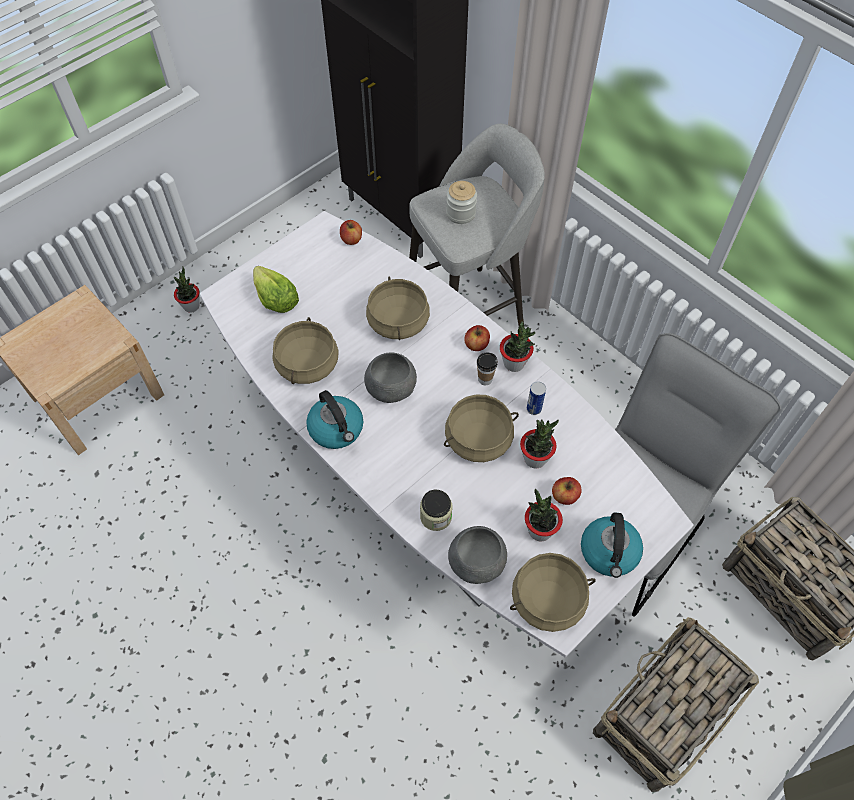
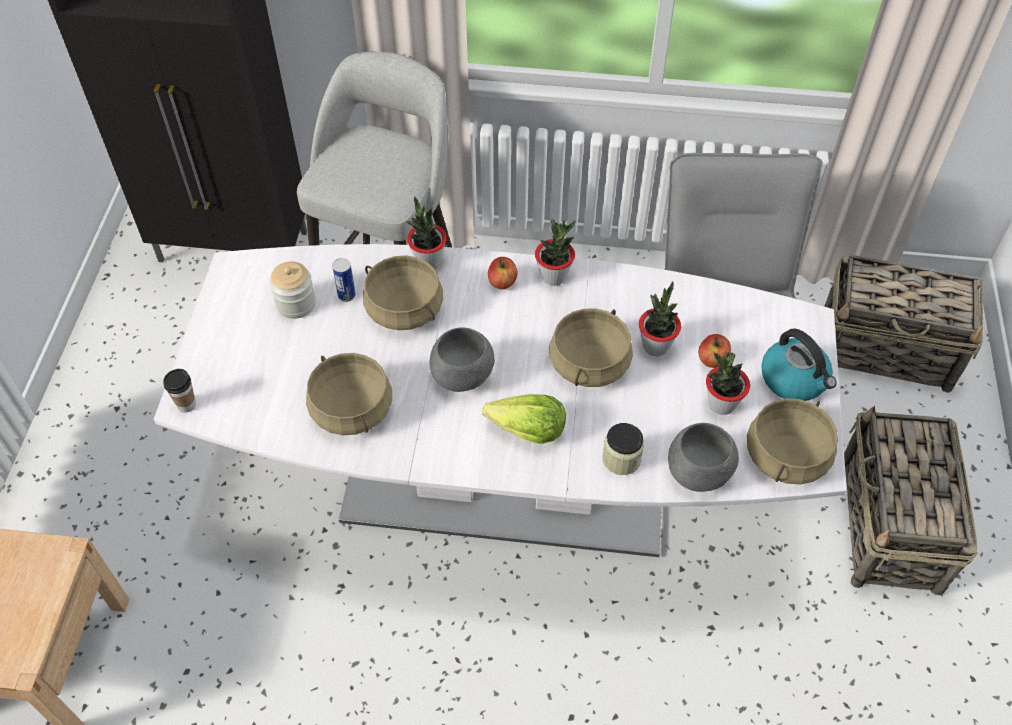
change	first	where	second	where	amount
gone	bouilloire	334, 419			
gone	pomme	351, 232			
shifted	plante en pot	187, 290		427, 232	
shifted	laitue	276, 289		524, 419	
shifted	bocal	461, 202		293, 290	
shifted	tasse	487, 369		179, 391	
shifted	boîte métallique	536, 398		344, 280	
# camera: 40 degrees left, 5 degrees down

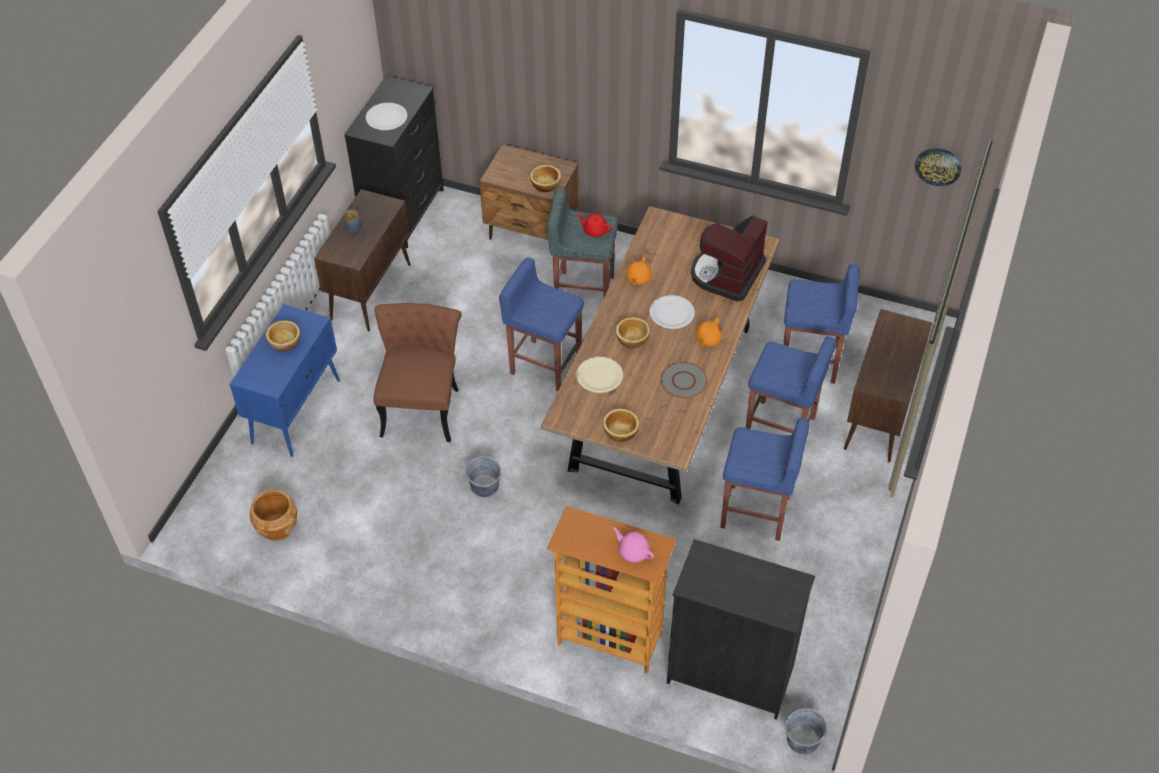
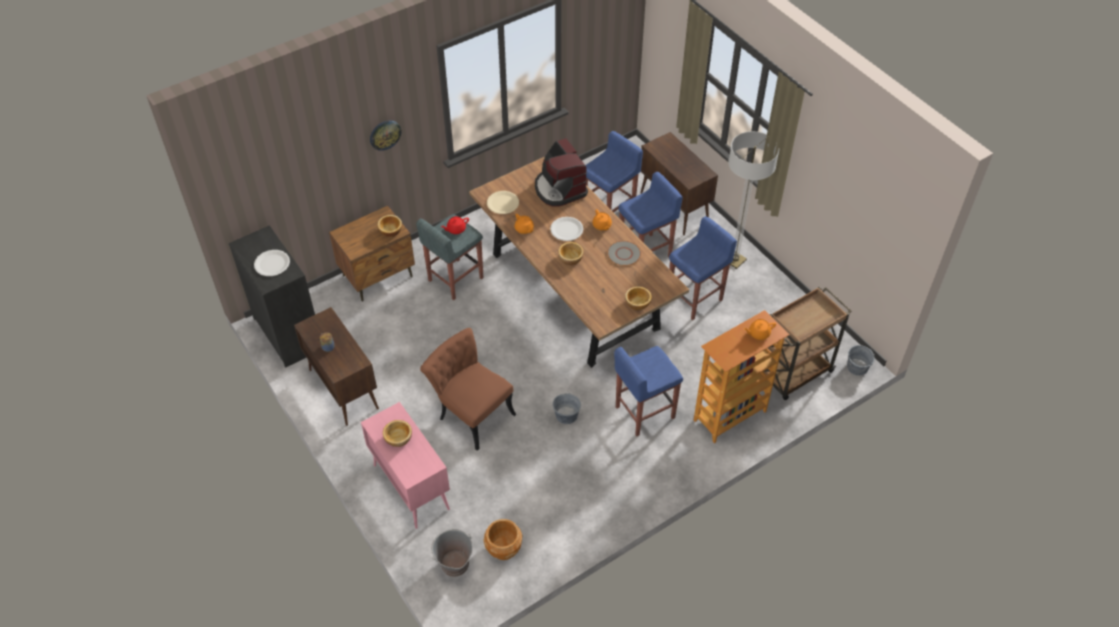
change	first	where	second	where	amount
new			seau/gris	452, 553	
new			lampadaire	753, 200	
shifted	tabouret/bleu	541, 324		648, 391	
shifted	assiette/beige	600, 375		503, 202	
shifted	horloge murale	938, 167		385, 135	
swapped	commode/noir	741, 629	chariot/marron	807, 343	
repainted	meuble de rangement/bleu	285, 380	meuble de rangement/rose	405, 465	
repainted	théière/rose	633, 544	théière/orange	760, 329	
# camera: 55 degrees left, 0 degrees up

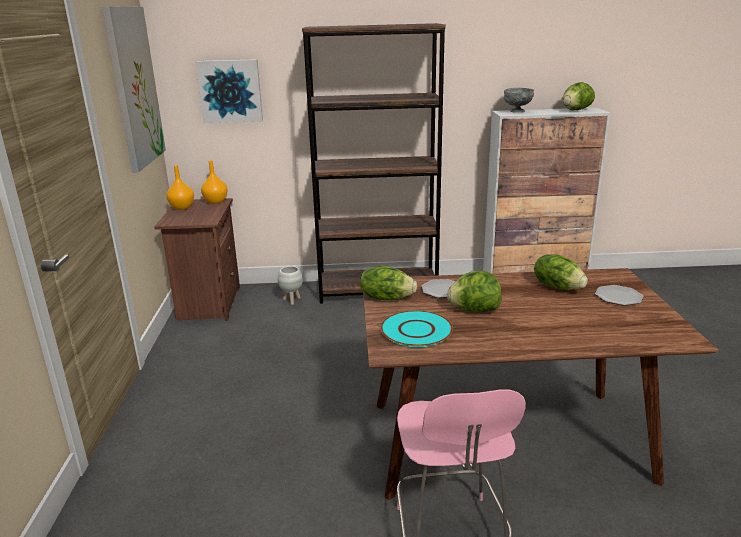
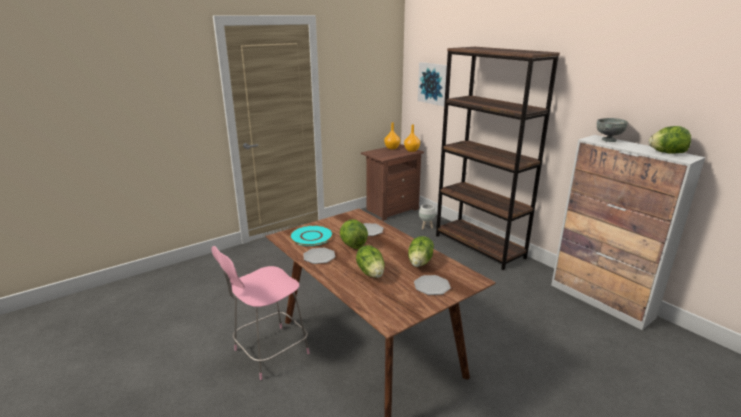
change	first	where	second	where	amount
gone	tableau	134, 89			
new			assiette	319, 256	
shifted	laitue	388, 283		370, 261	
# camera: 55 degrees right, 0 degrees up

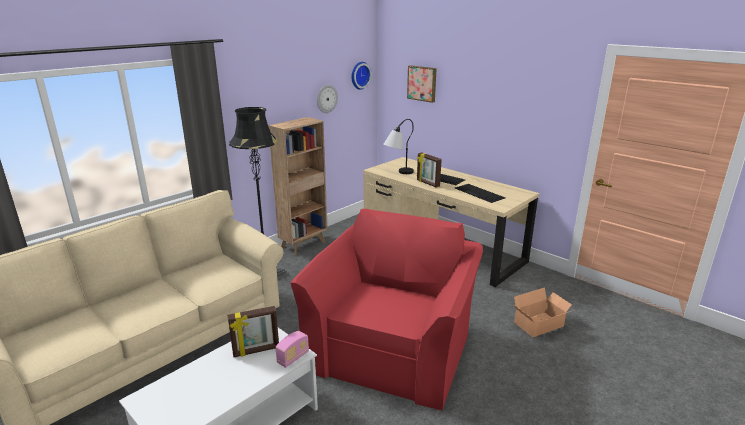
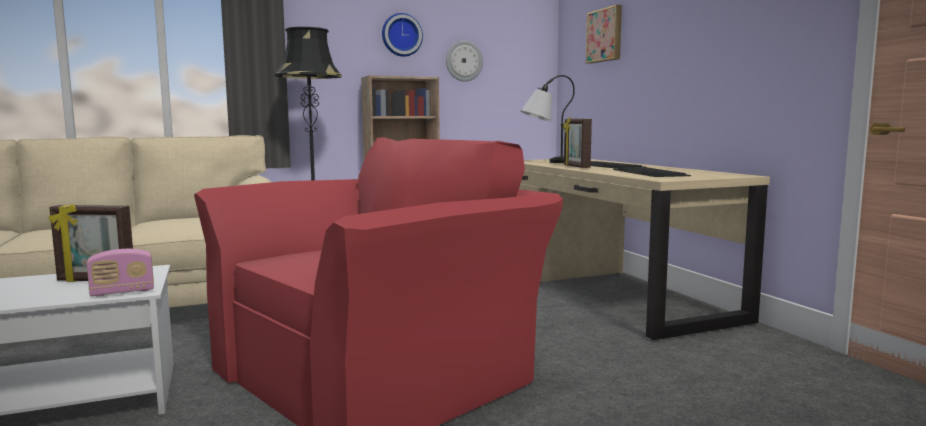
change	first	where	second	where	amount
gone	carton	543, 312			
shifted	horloge murale	361, 76		402, 35	
# camera: 25 degrees right, 15 degrees down

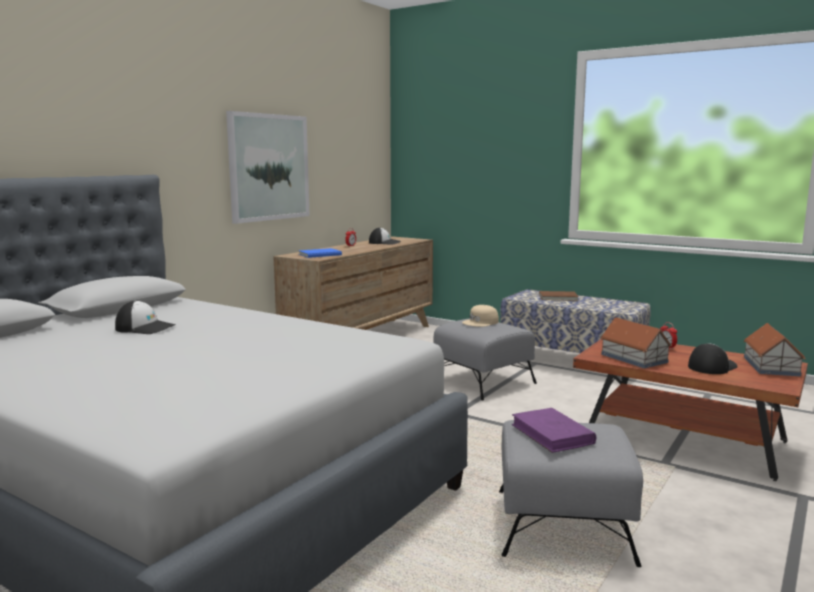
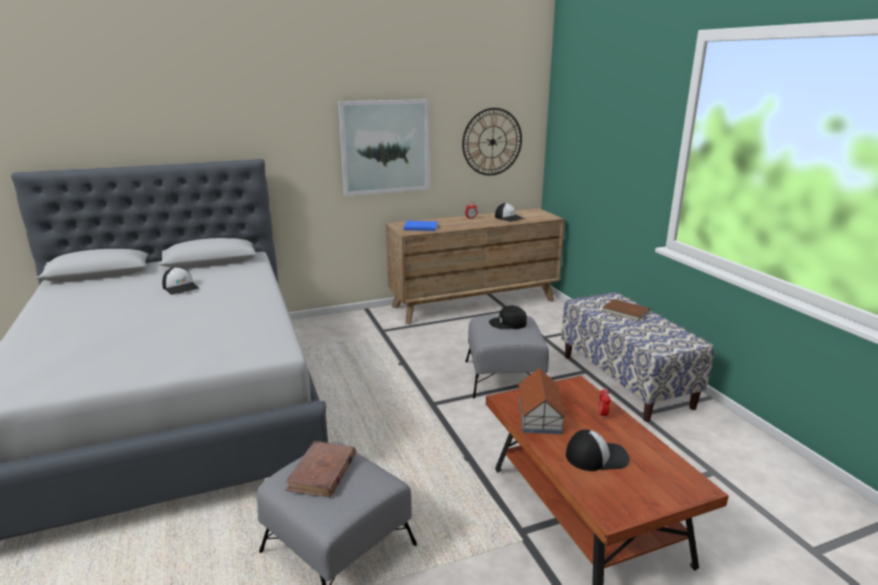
change	first	where	second	where	amount
gone	maison miniature	774, 350			
new			horloge murale	492, 142	
repainted	casquette/beige	480, 316	casquette/noir	508, 317	
repainted	livre/violet	554, 430	livre/marron	320, 469	
# camera: 35 degrees right, 10 degrees up

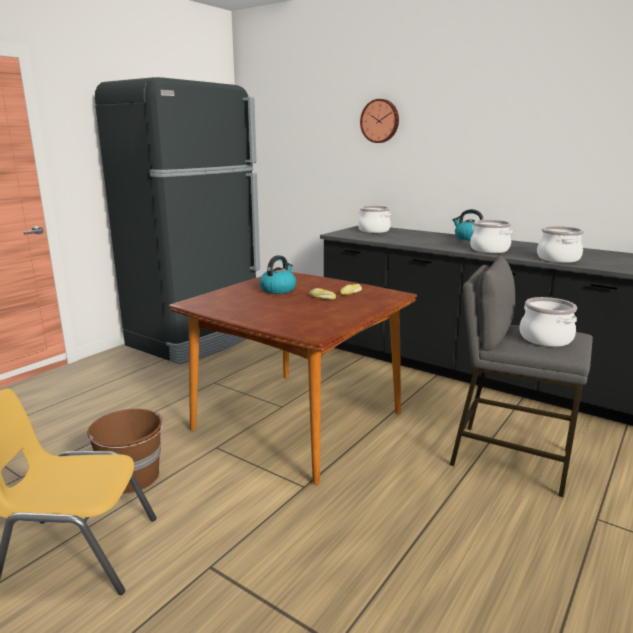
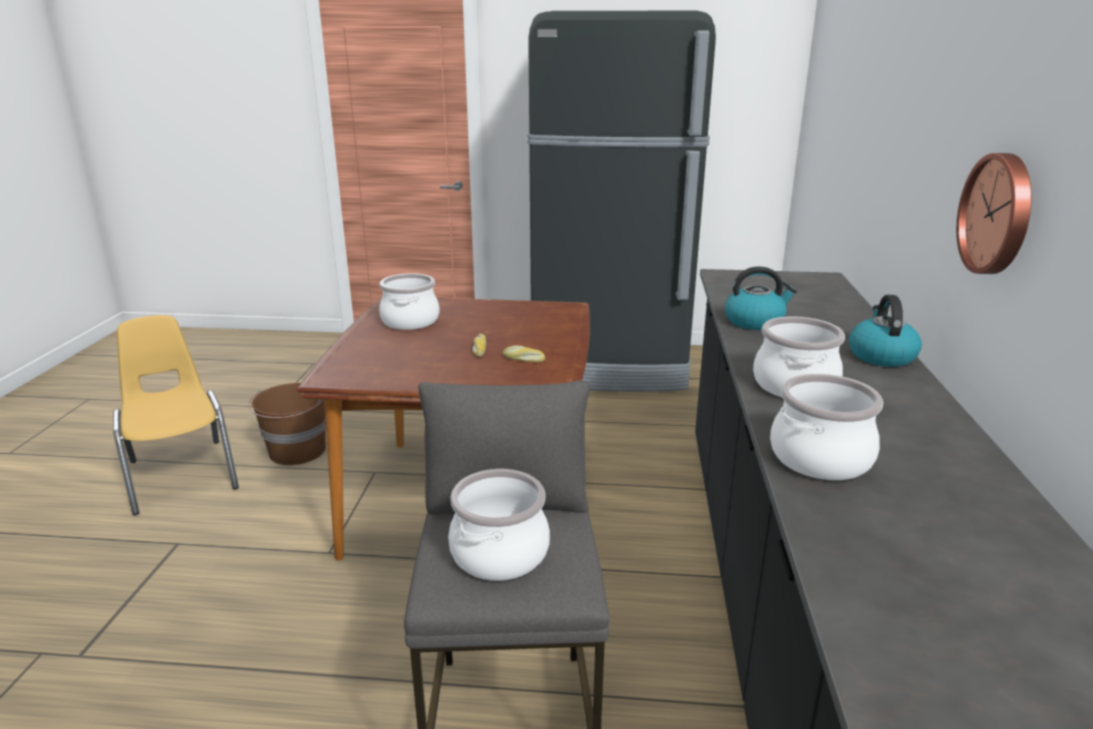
change	first	where	second	where	amount
shifted	bouilloire	278, 274		761, 298	
shifted	marmite	374, 219		409, 301	
shifted	horloge murale	379, 121		993, 213	
# camera: 60 degrees right, 5 degrees up

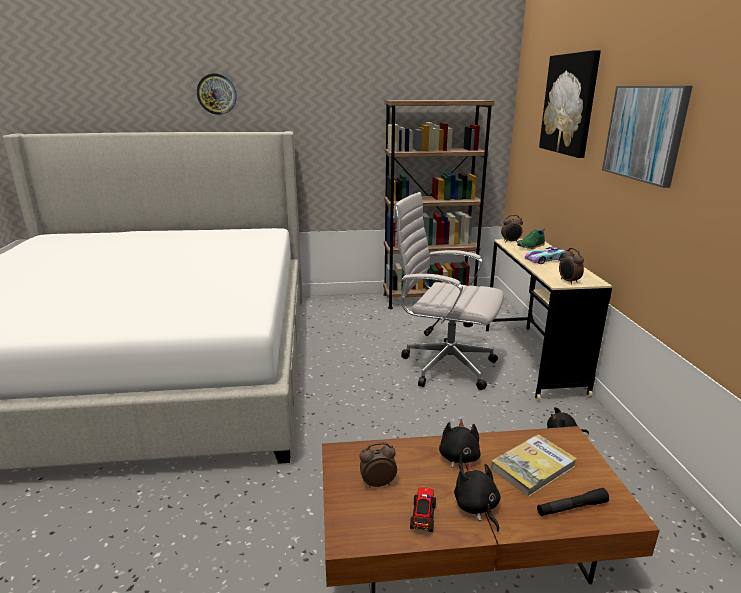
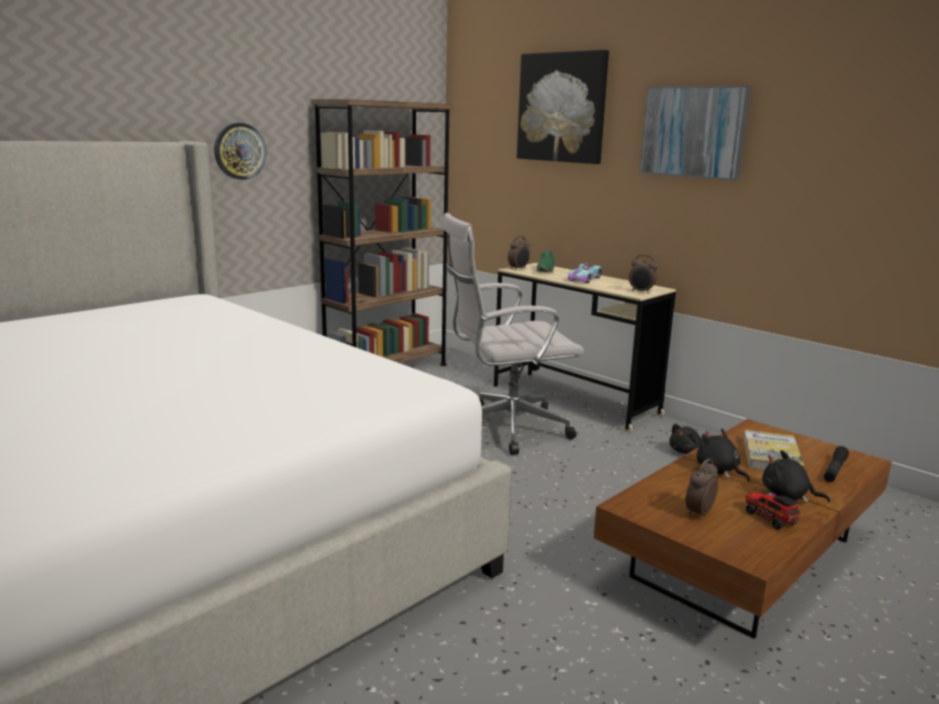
change	first	where	second	where	amount
shifted	horloge murale	217, 94		240, 151	
# camera: 40 degrees left, 5 degrees down

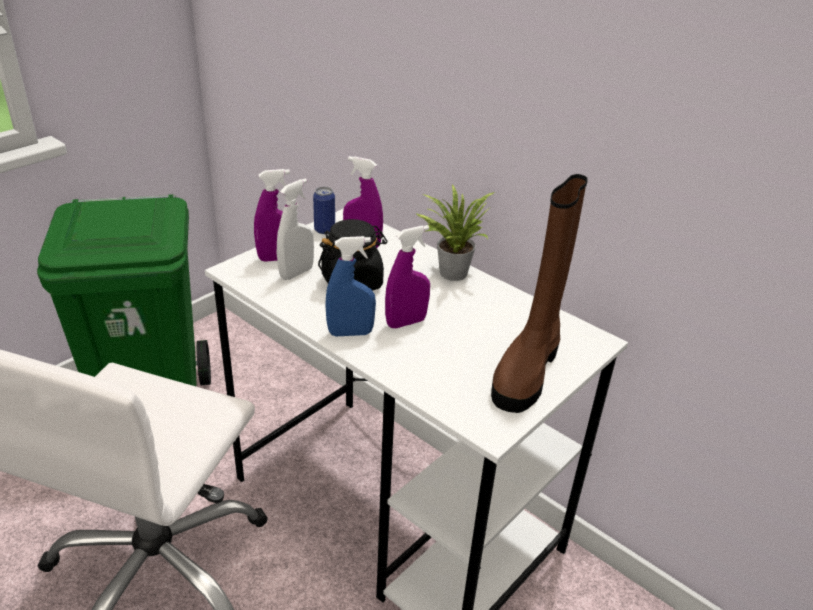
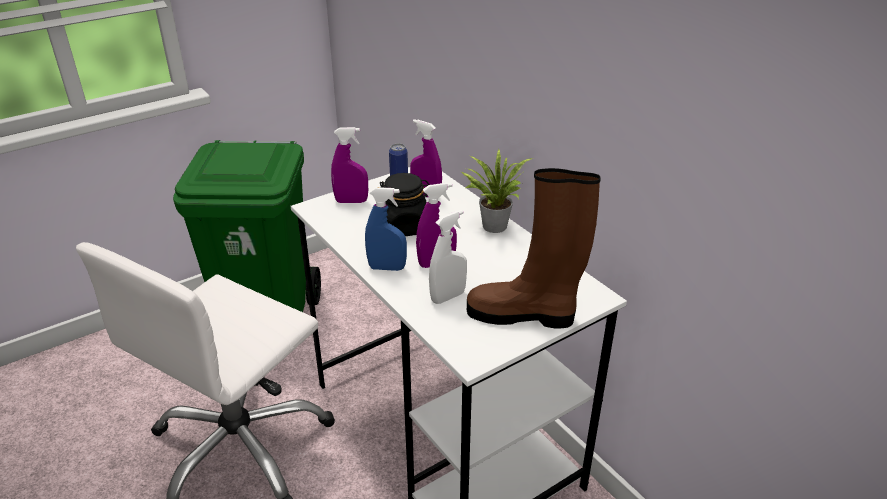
change	first	where	second	where	amount
shifted	vaporisateur/blanc	295, 229		448, 257	
rotated	botte/marron	539, 293		533, 248	60 degrees clockwise
# camera: 15 degrees right, 0 degrees up

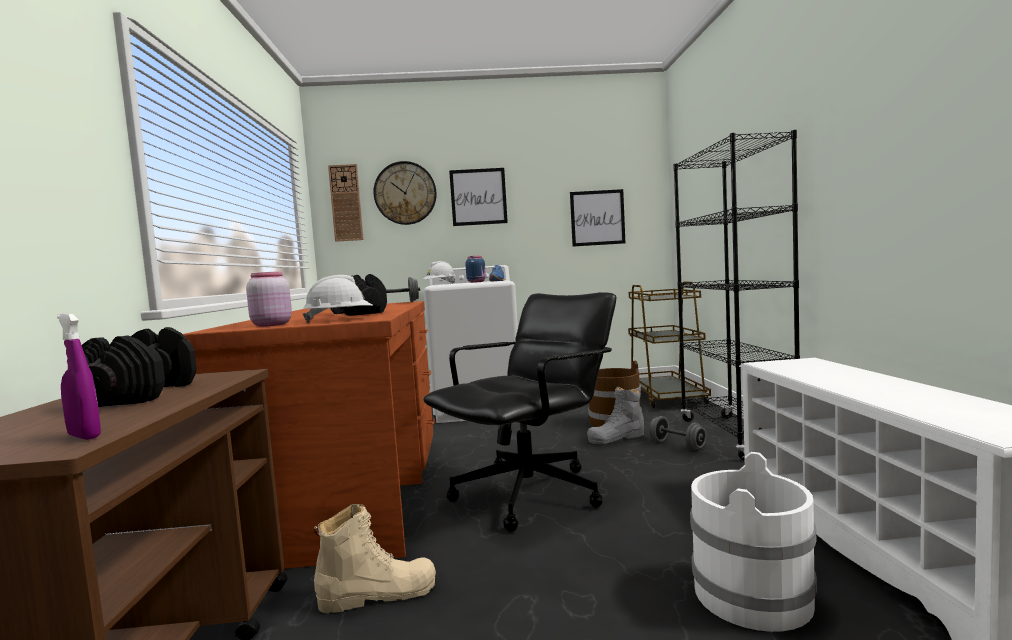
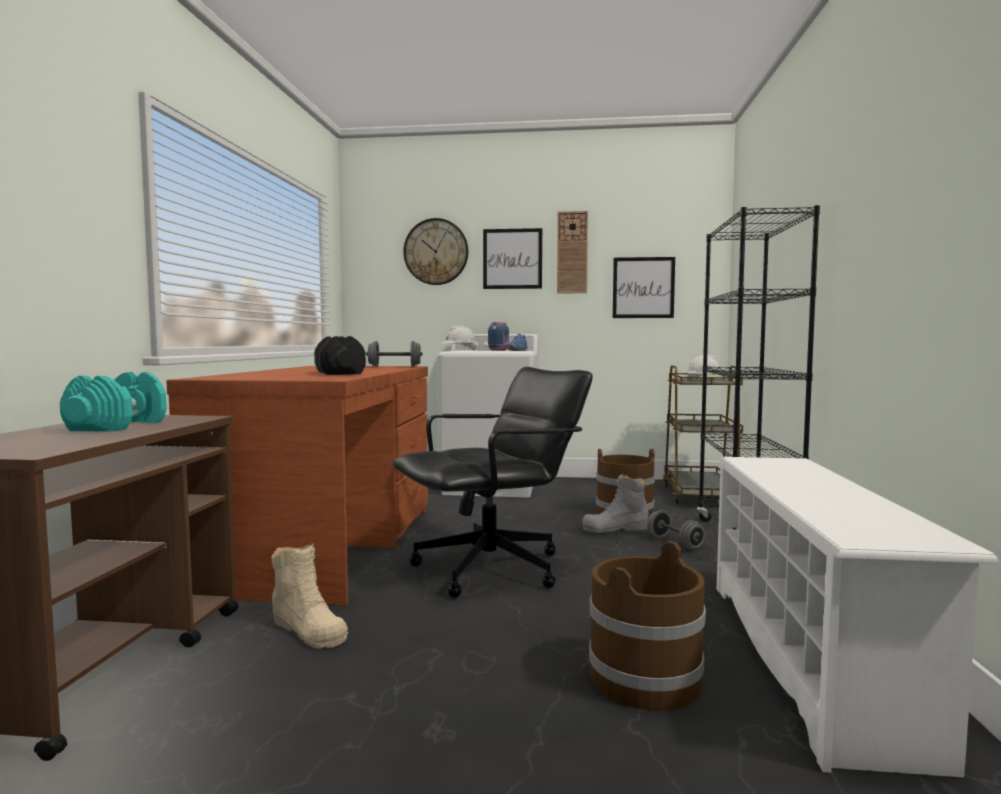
change	first	where	second	where	amount
gone	vaporisateur/violet	79, 377			
gone	bocal/rose	269, 299			
shifted	casque de chantier/blanc	338, 299		705, 368	
shifted	horloge murale	346, 203		572, 252	
repainted	haltère/noir	139, 367	haltère/turquoise	113, 402	
repainted	seau/blanc	753, 542	seau/marron	647, 626	
rotated	botte/beige	375, 558		309, 596	45 degrees clockwise
# camera: 10 degrees right, 0 degrees up

